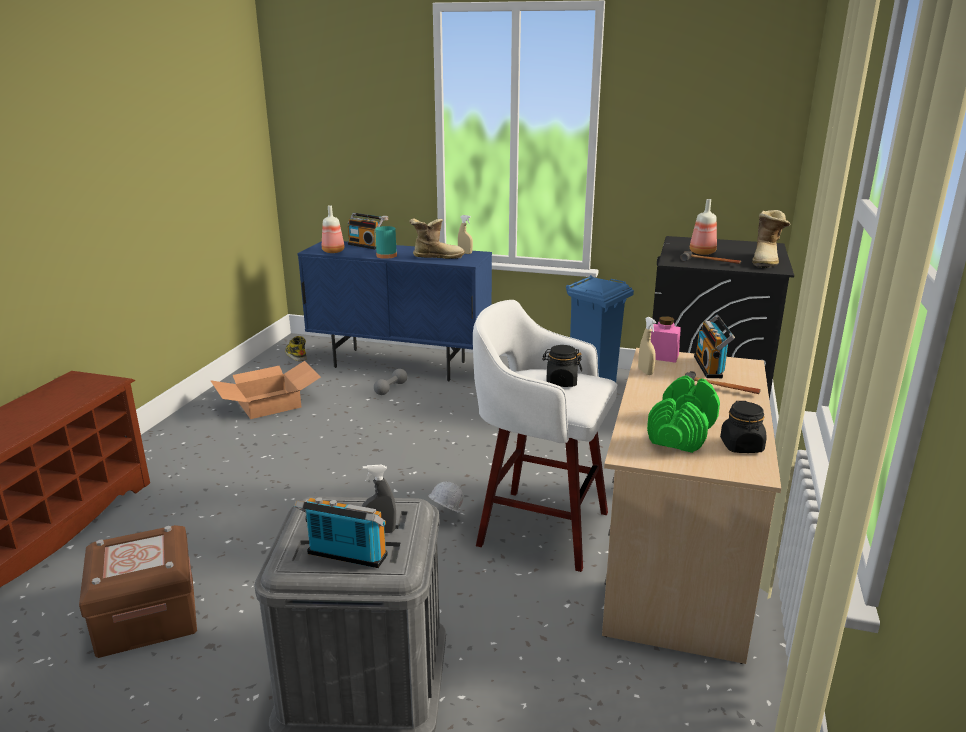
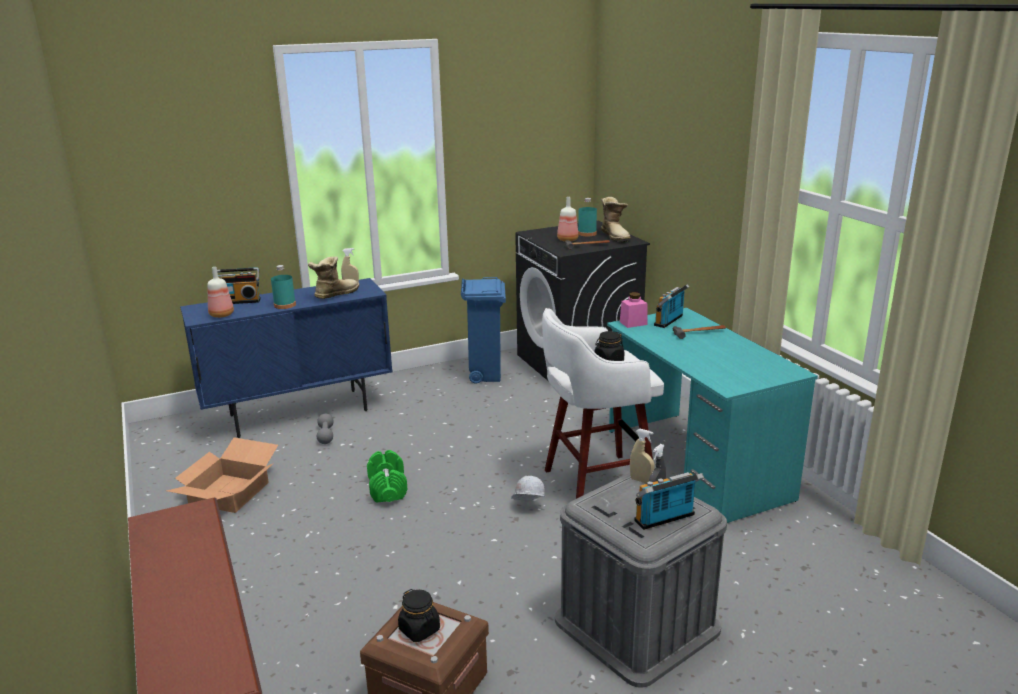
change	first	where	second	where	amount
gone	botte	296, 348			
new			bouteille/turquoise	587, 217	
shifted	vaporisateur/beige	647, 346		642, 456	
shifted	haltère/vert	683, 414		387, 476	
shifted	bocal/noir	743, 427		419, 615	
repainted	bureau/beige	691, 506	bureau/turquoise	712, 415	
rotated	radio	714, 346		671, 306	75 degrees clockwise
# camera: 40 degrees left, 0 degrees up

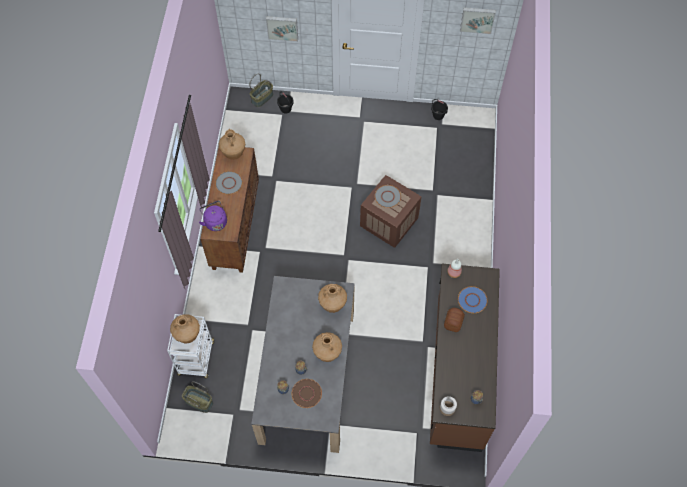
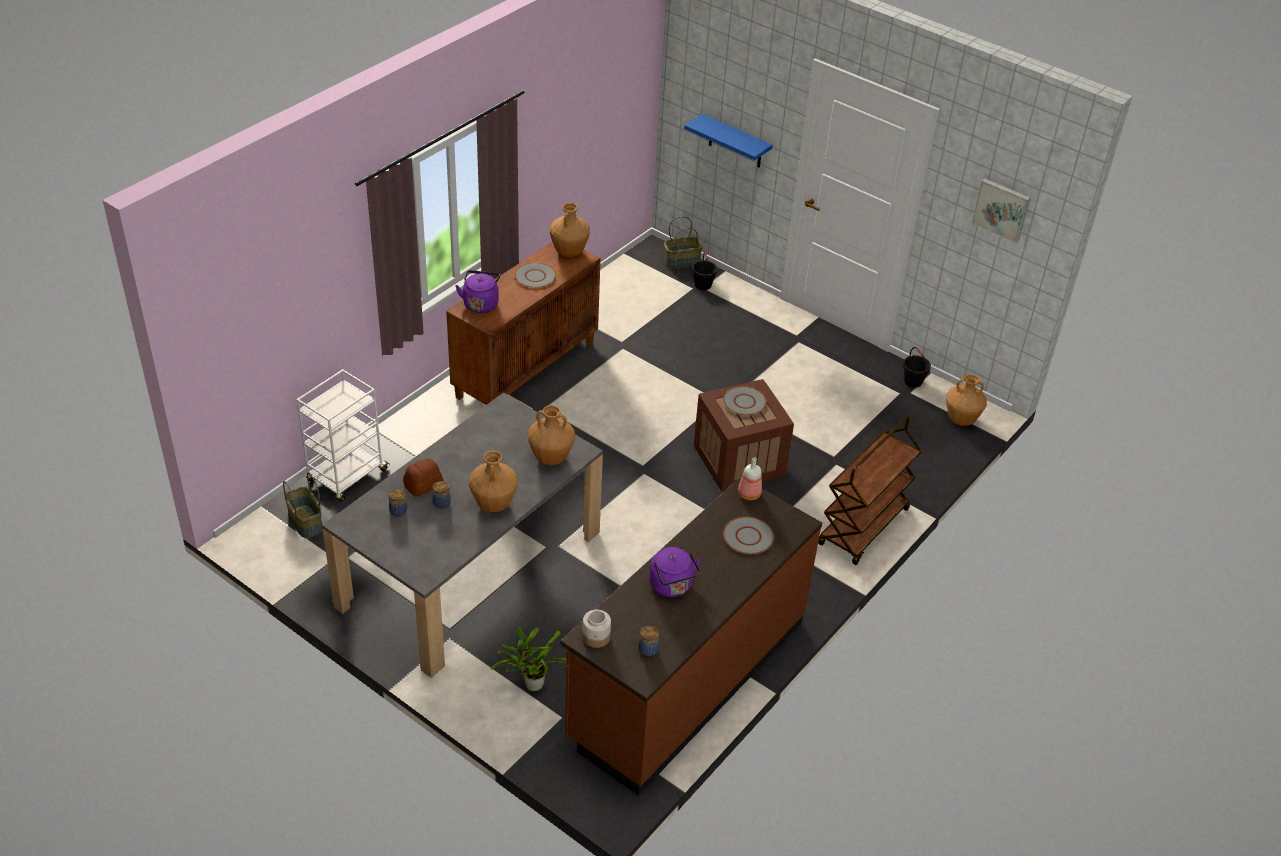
change	first	where	second	where	amount
gone	assiette/marron	307, 393			
new			plante en pot	528, 659	
new			bouilloire/violet	675, 572	
new			chariot/marron	870, 490	
shifted	vase/marron	185, 328		966, 400	
shifted	pain	454, 320		423, 477	
swapped	tableau	282, 29	étagère/bleu	728, 141	
repainted	assiette/bleu	472, 299	assiette/gris	748, 535	
# camera: 30 degrees right, 20 degrees down

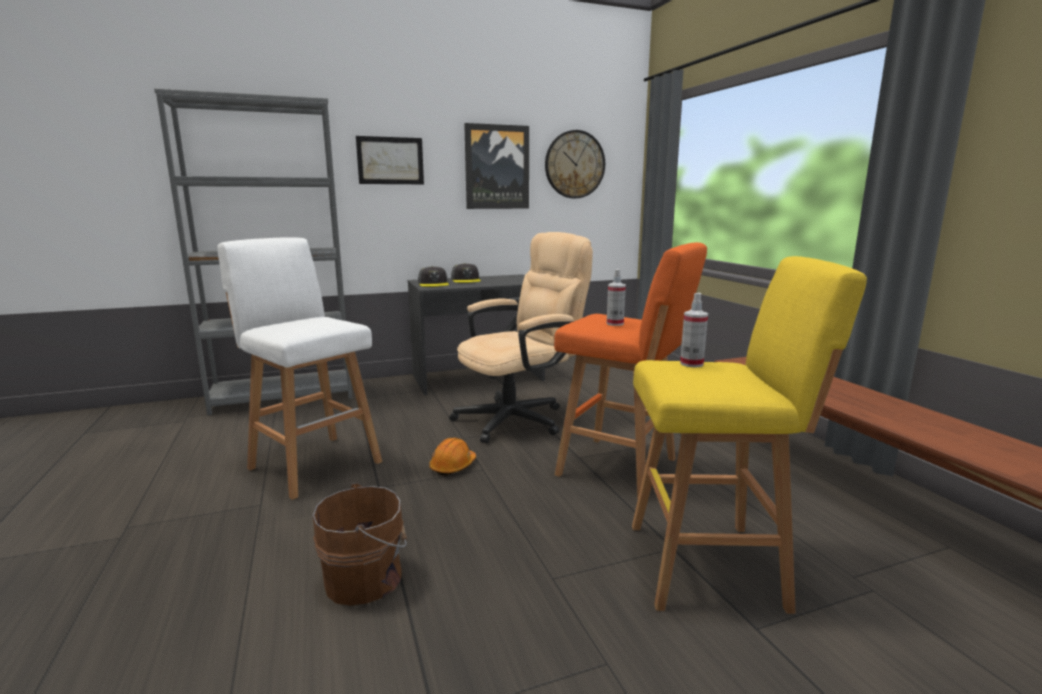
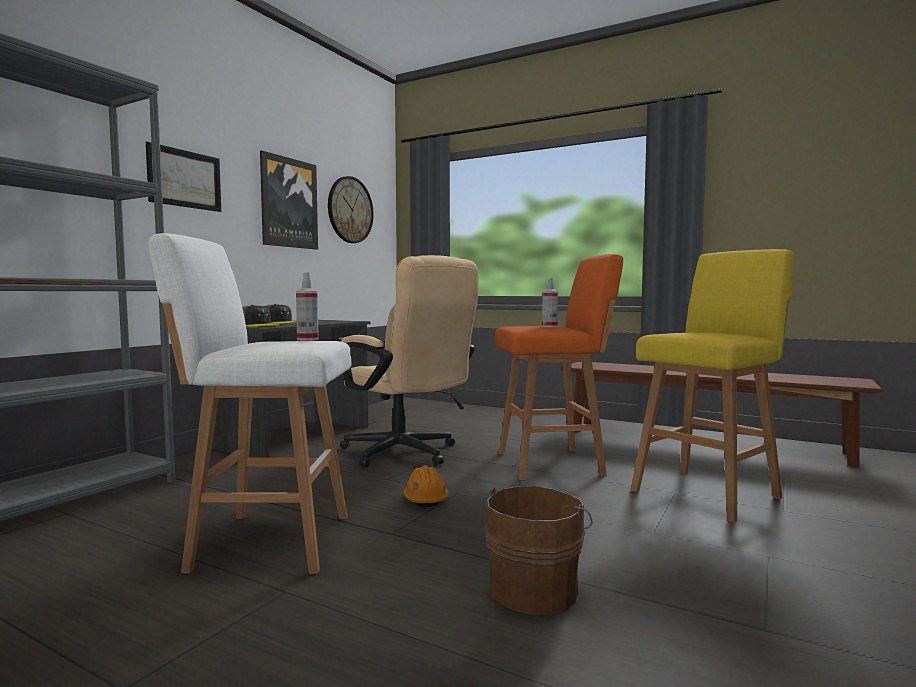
change	first	where	second	where	amount
shifted	vaporisateur	694, 330		307, 306	
rotated	chaise de bureau/beige	521, 337		409, 361	120 degrees clockwise
# camera: 40 degrees left, 10 degrees down

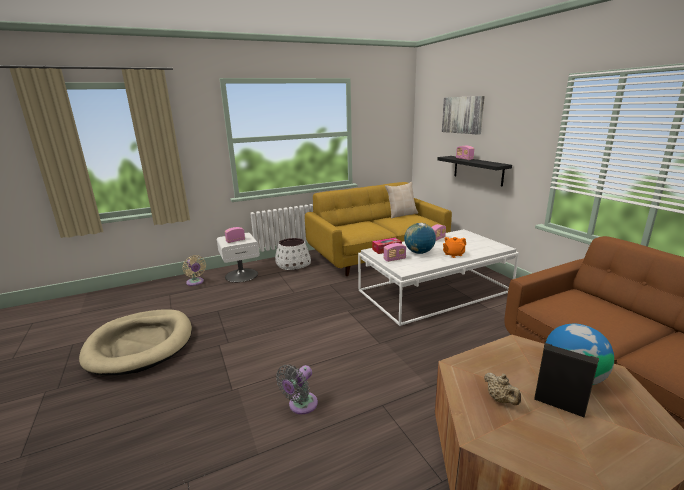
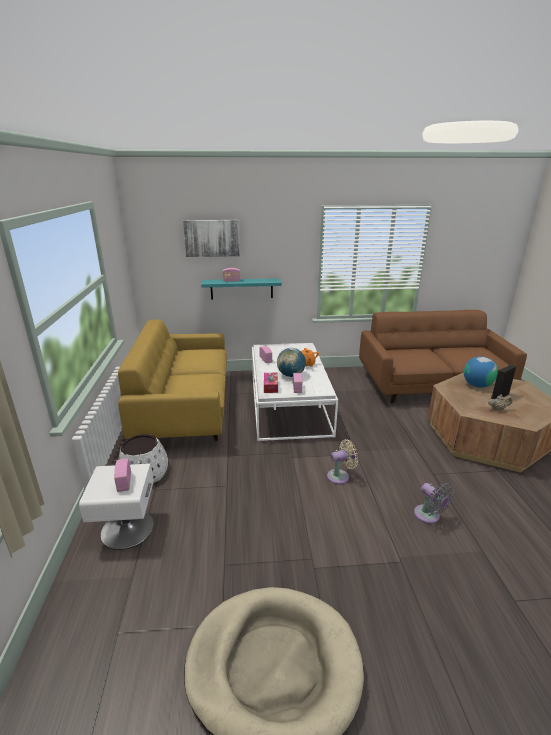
change	first	where	second	where	amount
gone	coussin/beige	401, 200			
shifted	ventilateur/beige	194, 270		342, 461	
repainted	étagère/noir	474, 171	étagère/turquoise	241, 288	
# camera: 70 degrees left, 5 degrees up

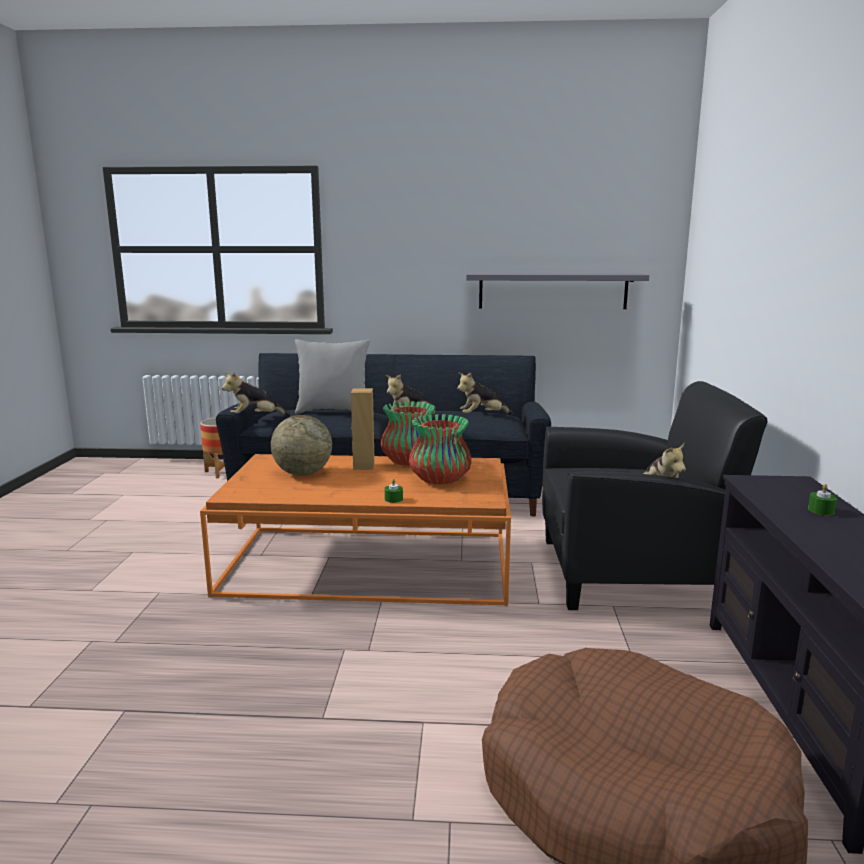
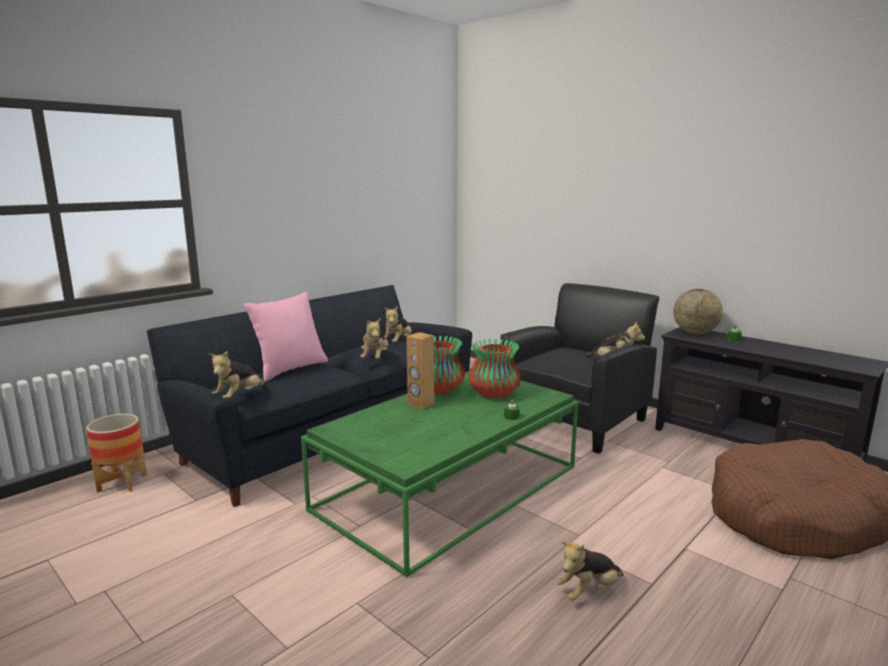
change	first	where	second	where	amount
gone	étagère/gris	557, 291			
new			peluche	590, 571	
shifted	globe	301, 445		698, 311	
repainted	table basse/orange	355, 530	table basse/vert	439, 474	
repainted	coussin/gris	332, 376	coussin/rose	286, 337	
# camera: 50 degrees left, 0 degrees up

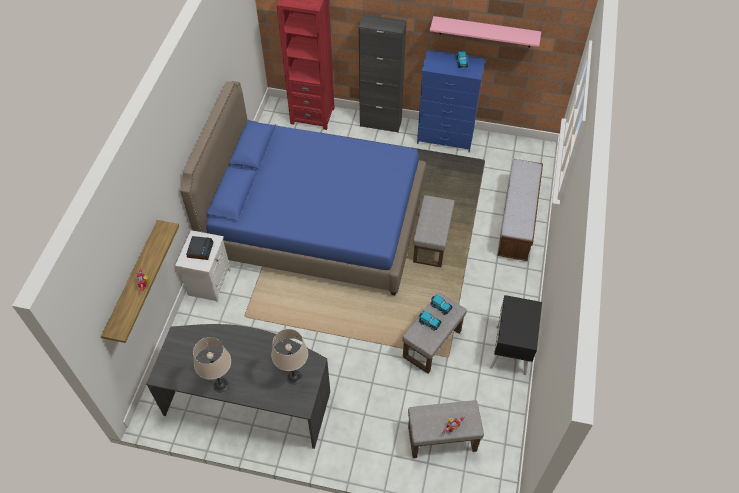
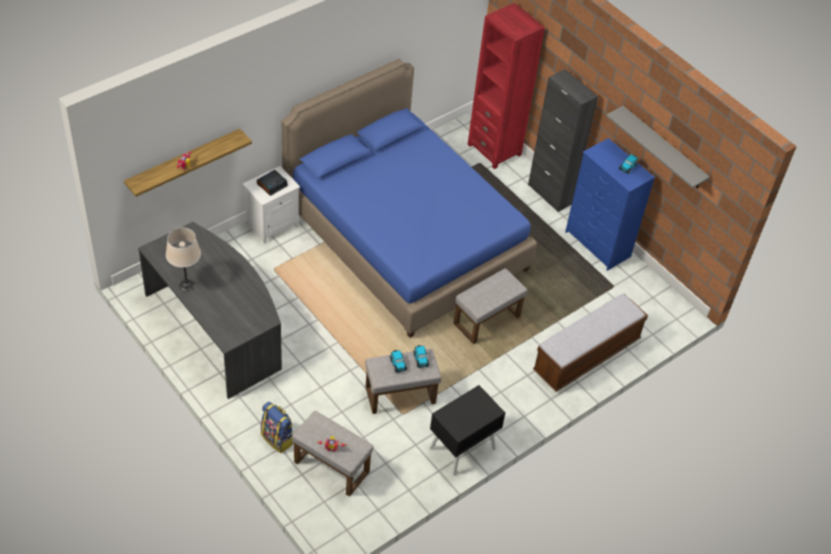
change	first	where	second	where	amount
gone	lampe de table/beige	289, 356			
new			sac à dos	277, 427	
repainted	étagère/rose	485, 31	étagère/gris	658, 147	
# camera: 35 degrees right, 5 degrees down

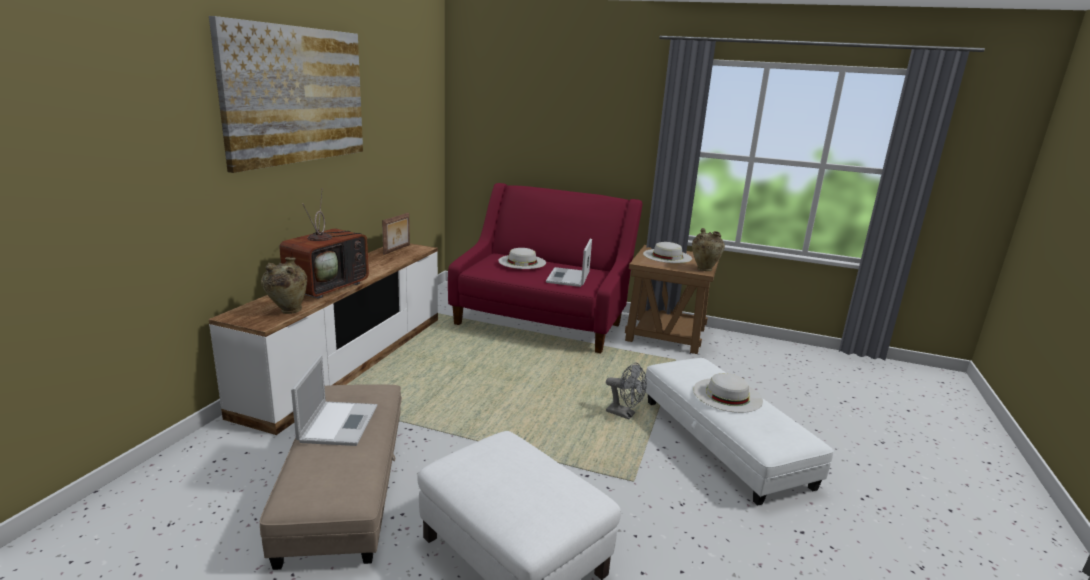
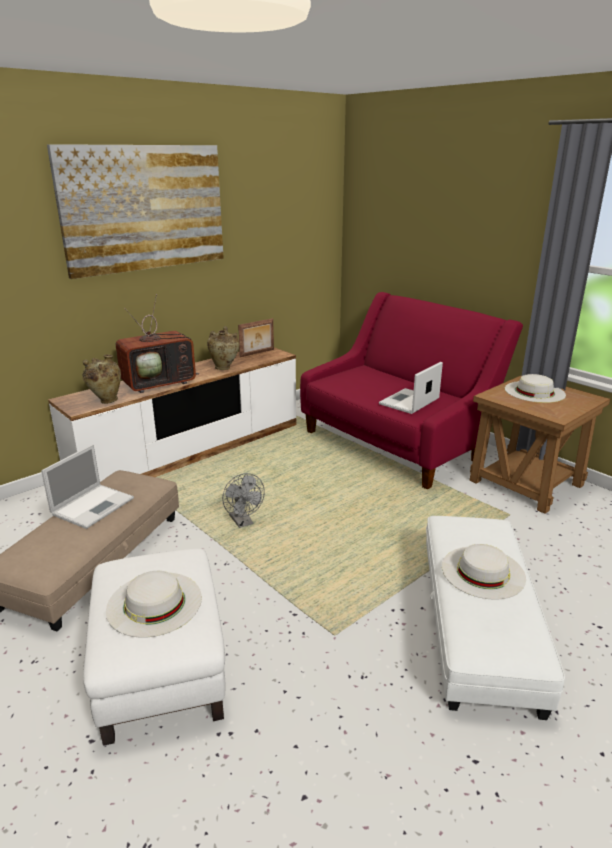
change	first	where	second	where	amount
shifted	chapeau/blanc	522, 258		154, 604	
shifted	ventilateur/gris	626, 390		243, 500	
shifted	vase/beige	708, 249		223, 348	
# camera: 30 degrees right, 5 degrees up

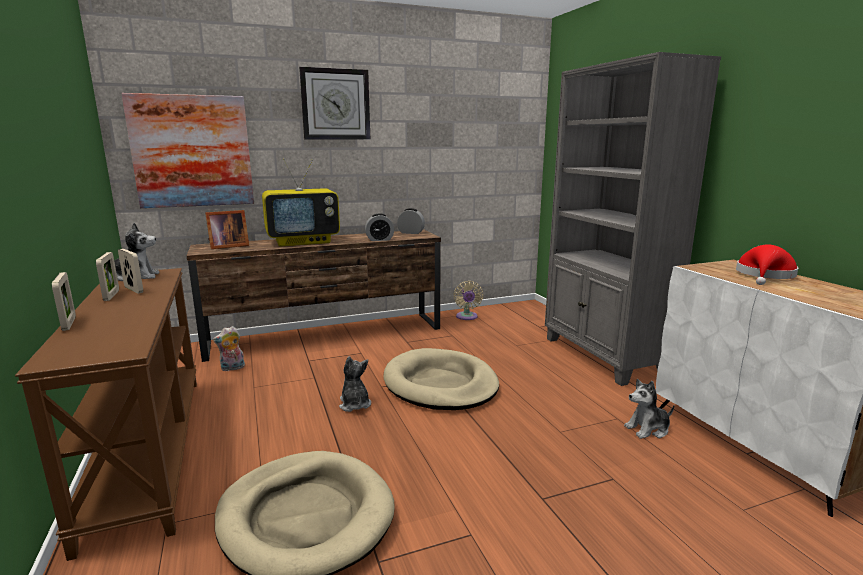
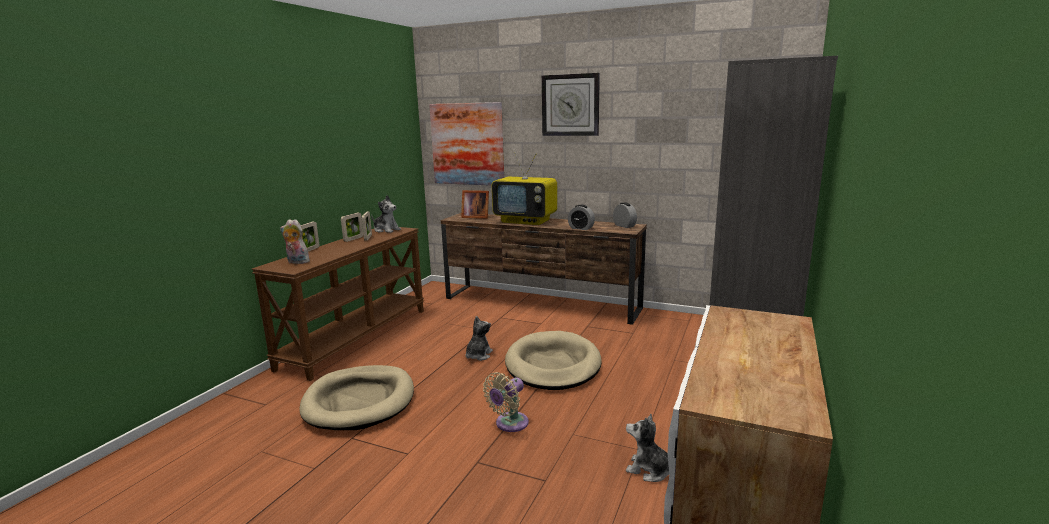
change	first	where	second	where	amount
gone	chapeau/rouge	767, 264			
shifted	peluche	229, 348		295, 241	
shifted	ventilateur/beige	468, 300		506, 402	
# camera: 45 degrees right, 0 degrees up

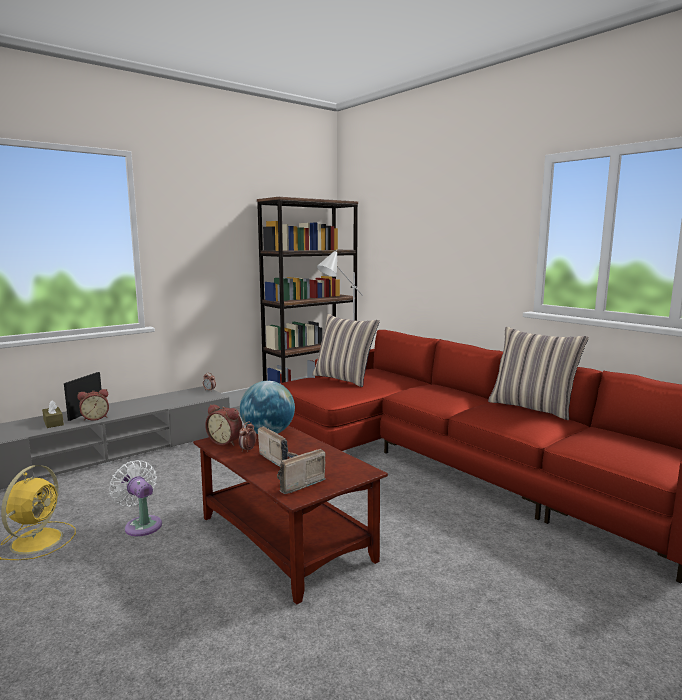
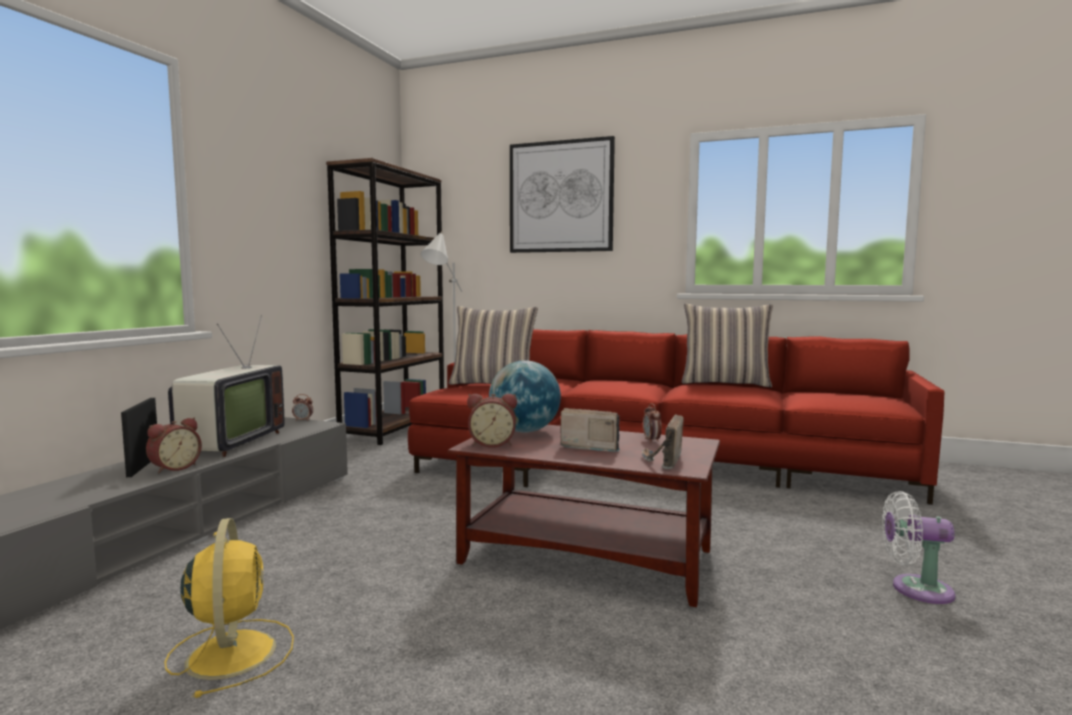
change	first	where	second	where	amount
gone	boîte à mouchoirs/marron	53, 414			
new			téléviseur	226, 386	
new			tableau	562, 194	
shifted	ventilateur/blanc	135, 498		919, 547	
shifted	réveil	247, 437		652, 423	
# camera: 30 degrees left, 5 degrees down

